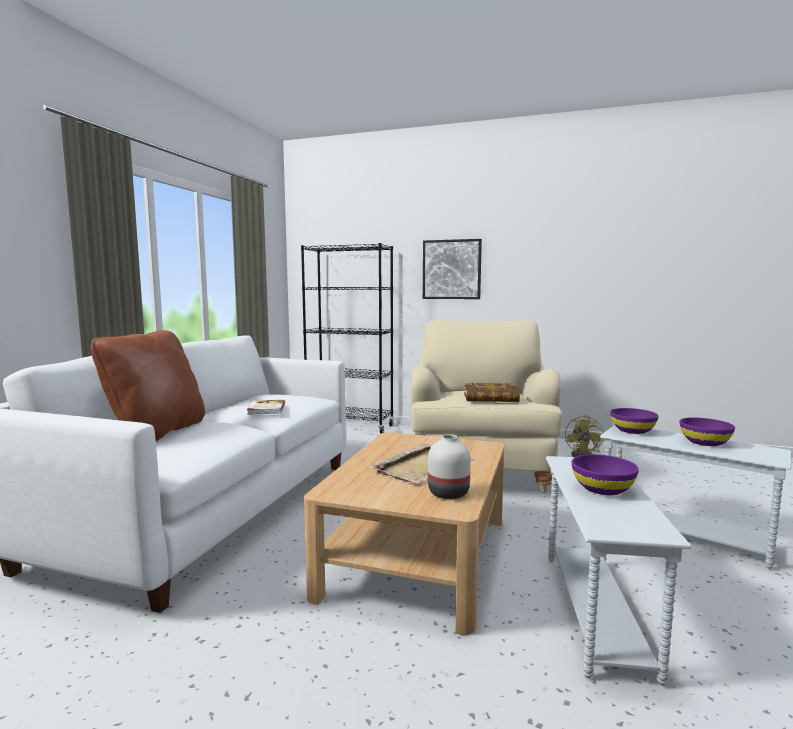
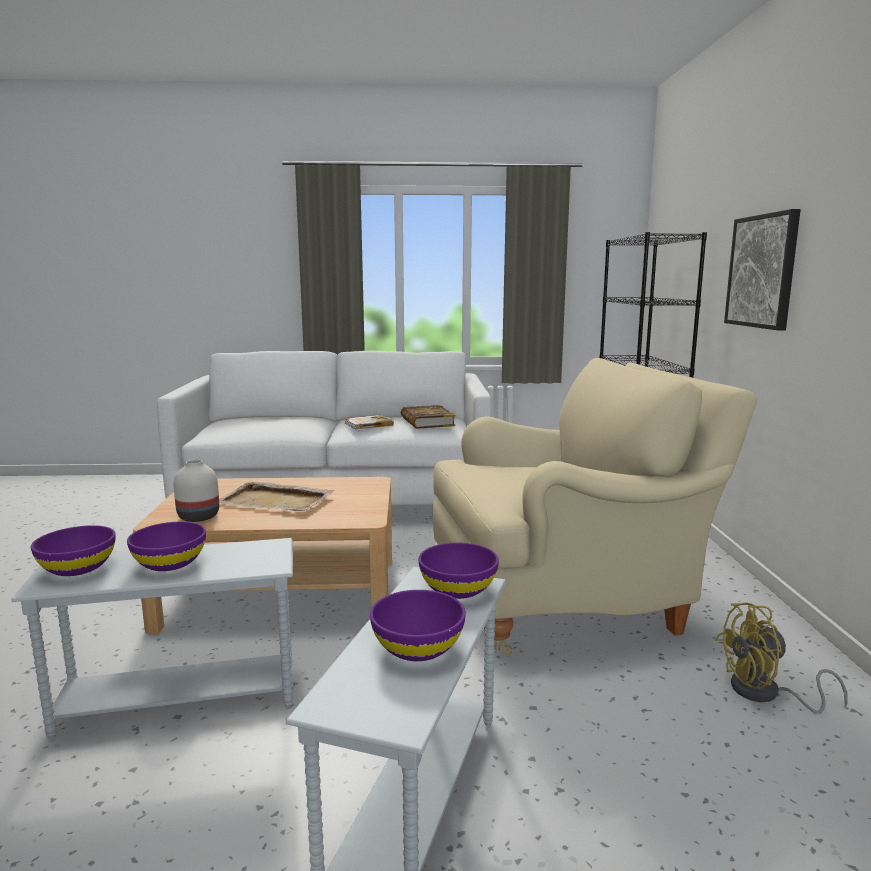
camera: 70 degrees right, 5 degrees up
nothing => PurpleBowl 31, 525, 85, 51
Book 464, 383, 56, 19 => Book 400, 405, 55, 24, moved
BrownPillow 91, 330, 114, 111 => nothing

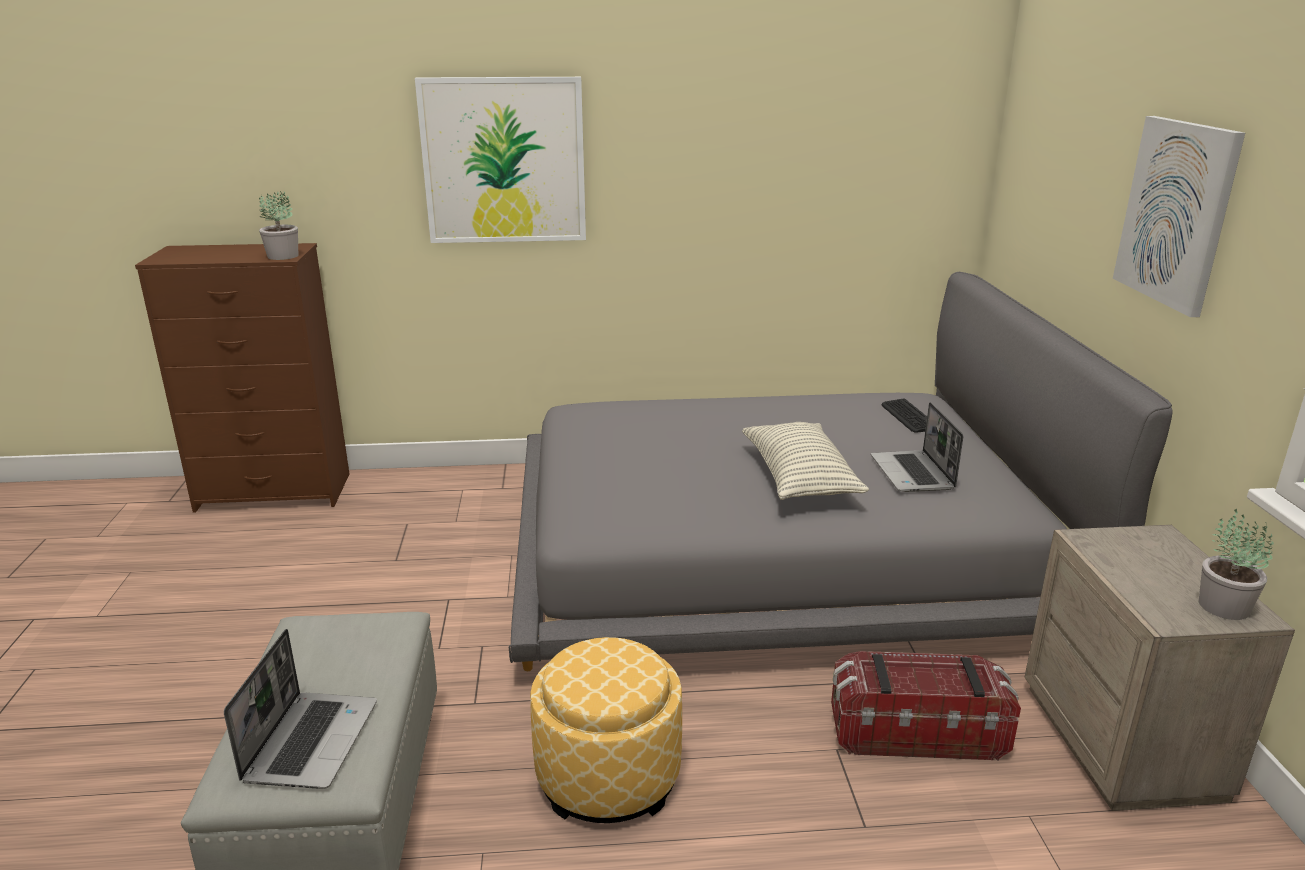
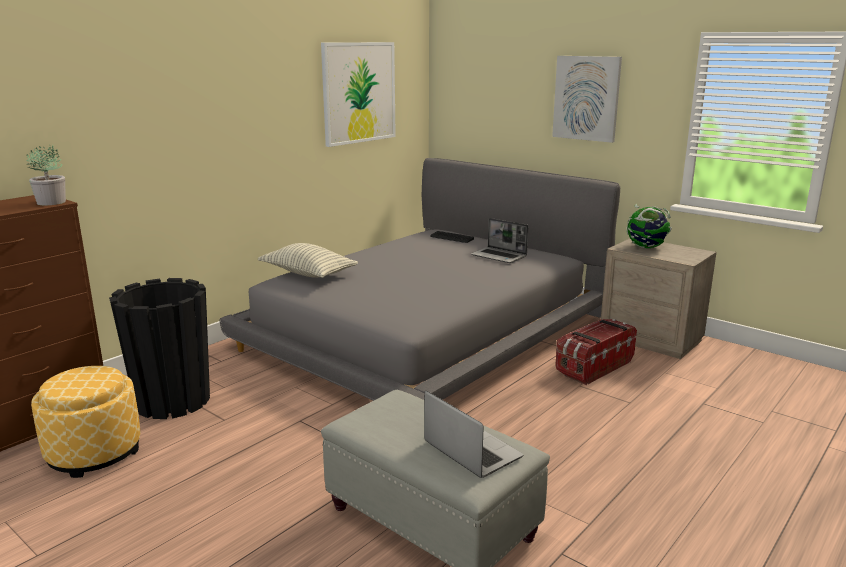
camera: 45 degrees left, 5 degrees down
Ottoman 530, 637, 152, 186 => Ottoman 31, 366, 110, 112, moved
nothing => BlackPlanter 109, 278, 101, 141
Pillow 742, 422, 127, 78 => Pillow 257, 243, 101, 35, moved
Picture 415, 77, 171, 166 => Picture 321, 42, 75, 105, moved
nothing => Globe 626, 204, 46, 44
PottedPlant 1199, 509, 75, 111 => nothing

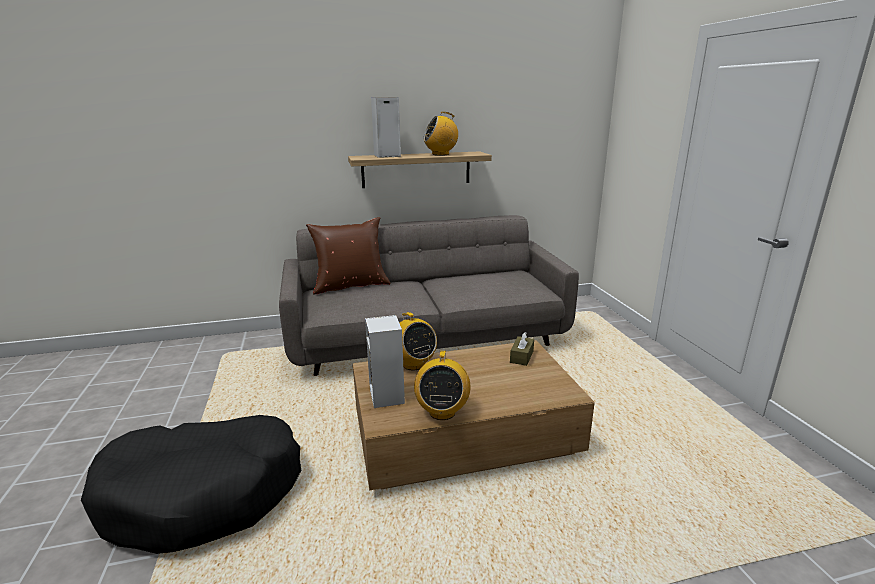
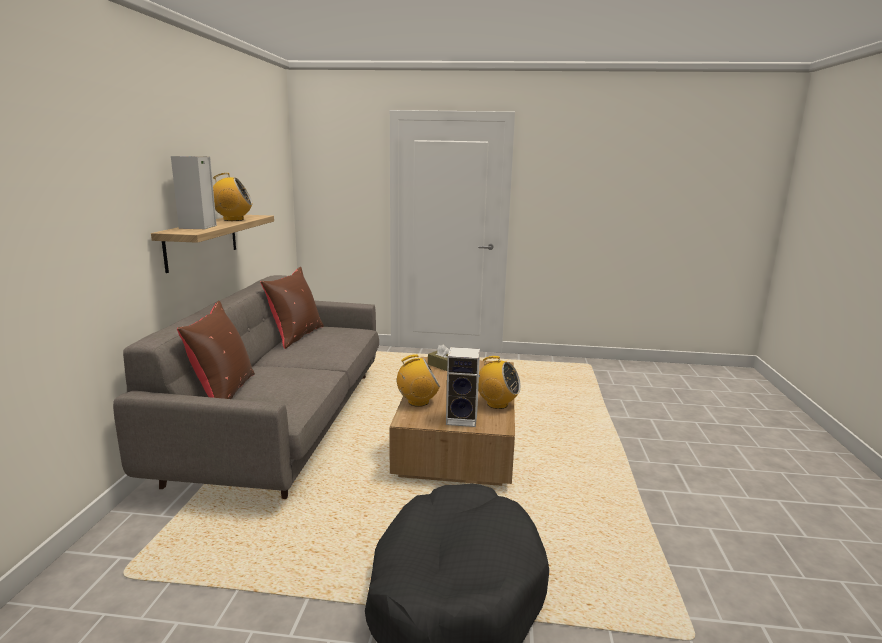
camera: 70 degrees left, 5 degrees down
Radio 423, 112, 35, 44 => Radio 213, 173, 40, 48, 105 degrees counterclockwise
nothing => BrownPillow 260, 267, 64, 82

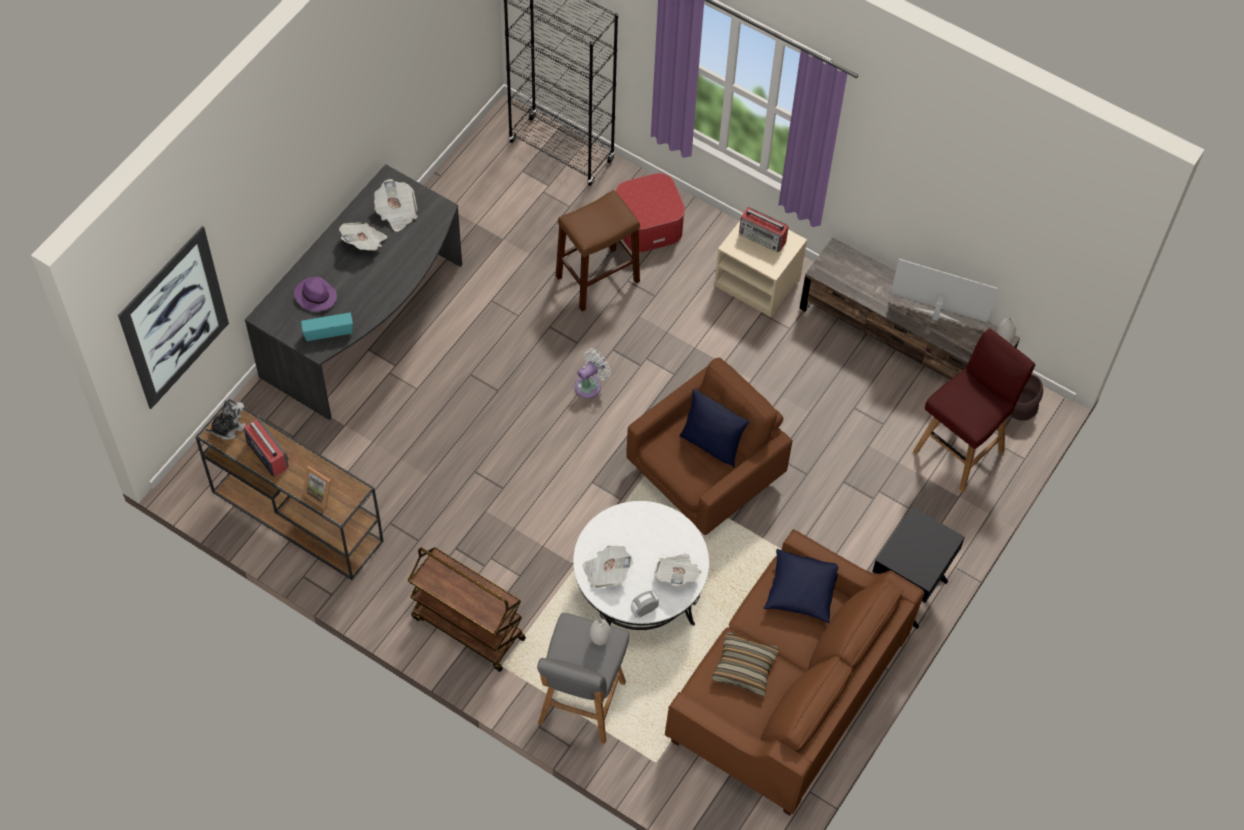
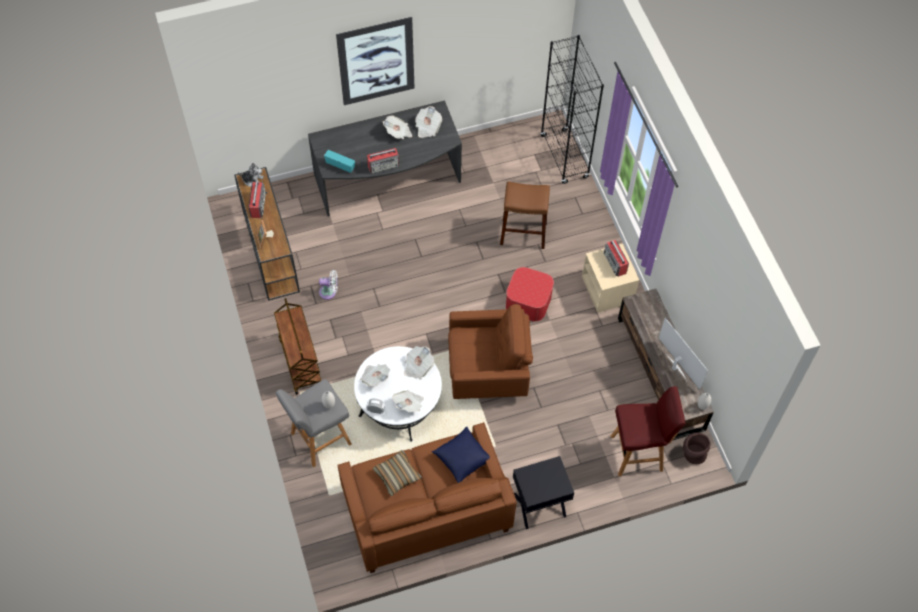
camera: 40 degrees right, 0 degrees up
WhiteFan 575, 348, 36, 50 => WhiteFan 319, 270, 19, 30, moved
Picture 118, 226, 111, 183 => Picture 336, 17, 79, 88, moved
nothing => Radio 367, 148, 32, 25
nothing => Newspaper 404, 346, 30, 34
Ottoman 615, 173, 70, 79 => Ottoman 506, 267, 48, 55, moved
PurpleHat 294, 277, 43, 34 => nothing
BluePillow 680, 389, 69, 79 => nothing

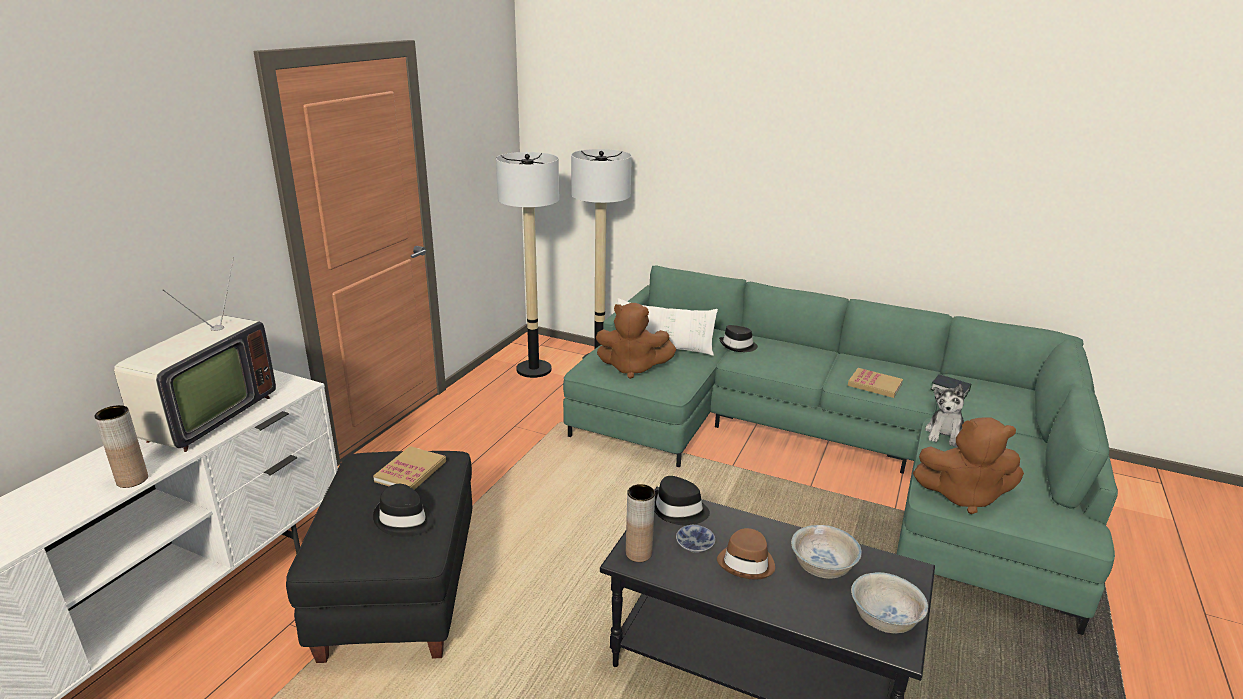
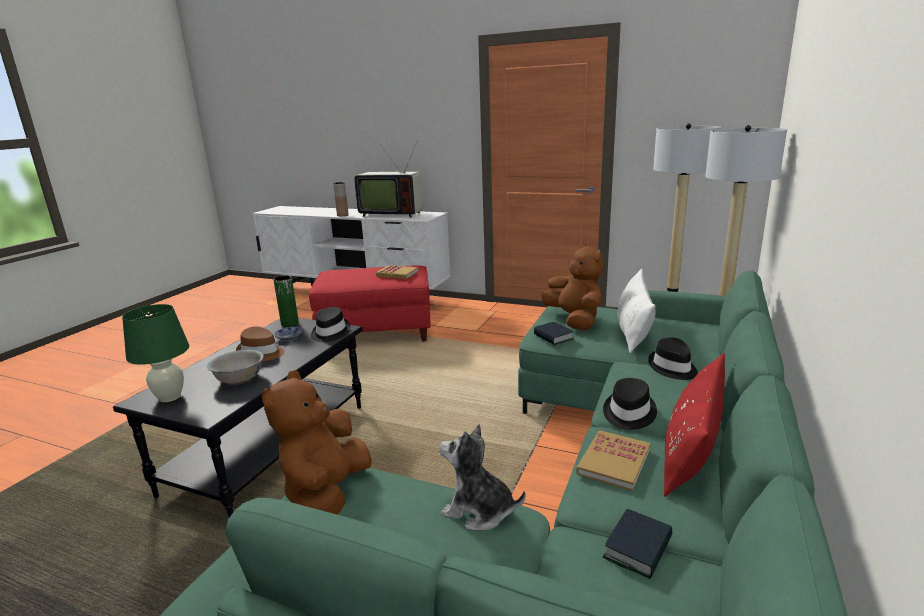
camera: 90 degrees right, 5 degrees down
WhiteBowl 851, 572, 77, 61 => GreenTableLamp 122, 304, 67, 98
BrownVase 626, 484, 29, 78 => GreenVase 273, 275, 26, 52
BlackOttoman 286, 451, 186, 212 => RedOttoman 309, 265, 122, 77
nothing => Book 534, 322, 40, 23
BrownPlushToy 596, 303, 80, 76 => BrownPlushToy 540, 243, 63, 87, 150 degrees clockwise
BlackHat 373, 484, 61, 53 => BlackHat 603, 378, 54, 52, moved
nothing => RedPillow 664, 353, 61, 144

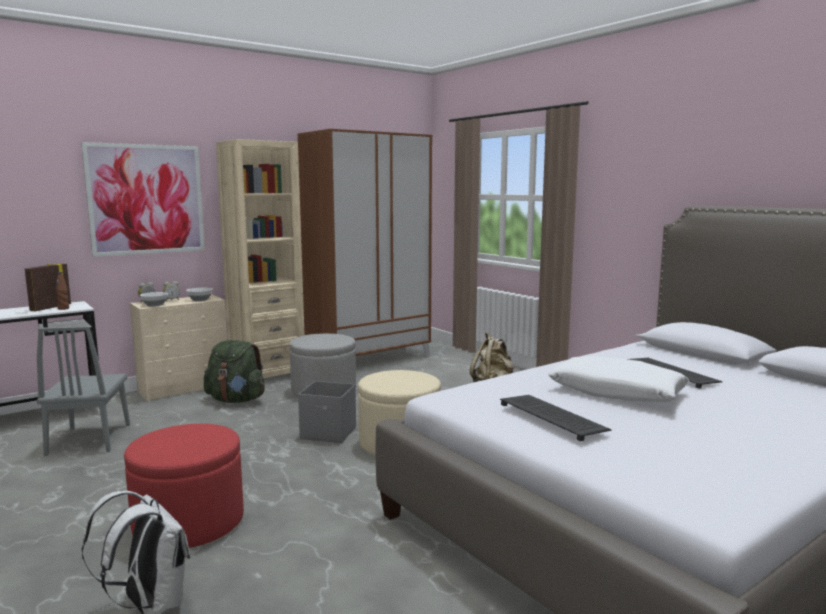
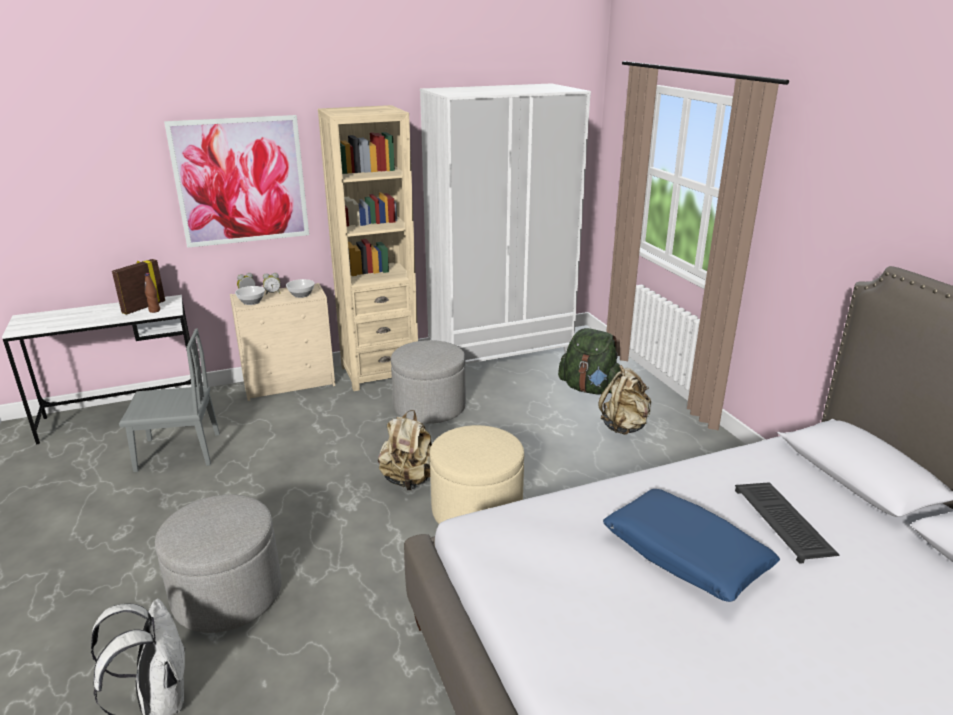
camera: 15 degrees right, 15 degrees up
GreyChair 37, 326, 93, 130 => GreyChair 119, 328, 101, 144, 105 degrees counterclockwise
RedOttoman 124, 424, 120, 124 => GreyOttoman 155, 494, 126, 139
GreyStorageBox 298, 381, 58, 62 => BeigeBackpack 378, 410, 54, 80
BrownWardrobe 297, 129, 135, 229 => WhiteWardrobe 420, 83, 171, 281
GreenBackpack 204, 340, 61, 63 => GreenBackpack 558, 328, 63, 67, moved
WhitePillow 548, 356, 141, 46 => BluePillow 603, 489, 177, 113
Keyboard 500, 395, 112, 46 => nothing

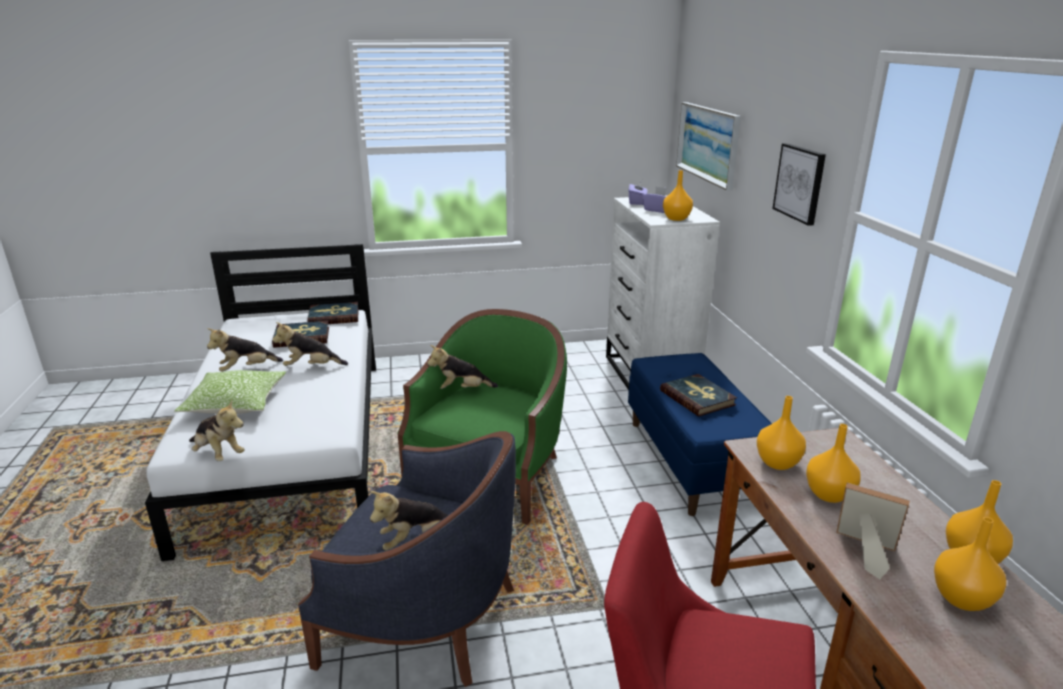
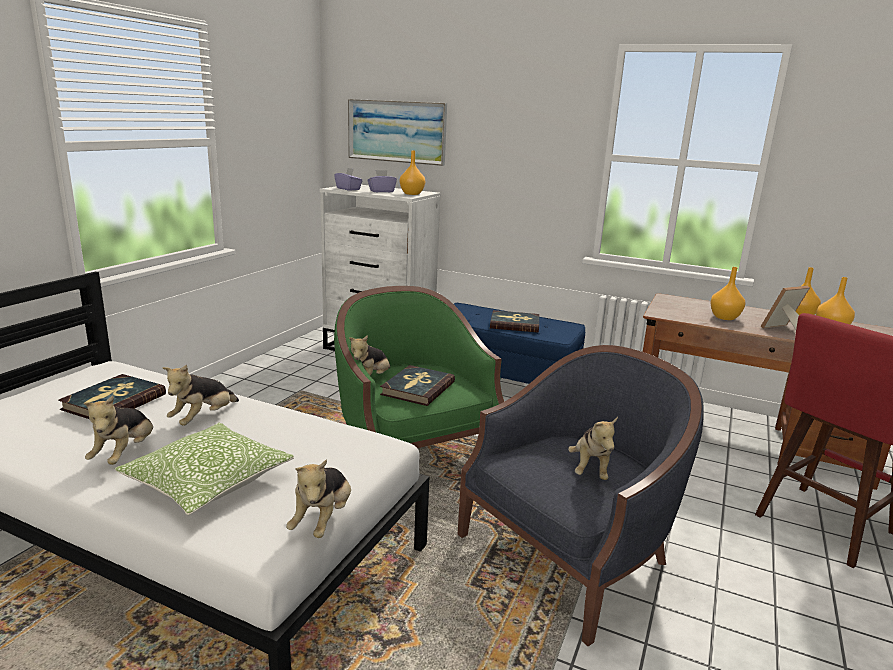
camera: 55 degrees left, 5 degrees down
PlushToy 189, 400, 56, 61 => PlushToy 286, 459, 65, 79, 120 degrees clockwise
Book 307, 302, 52, 22 => Book 380, 365, 75, 41, moved
OrangeVase 757, 396, 49, 74 => nothing
Picture 773, 143, 53, 83 => nothing

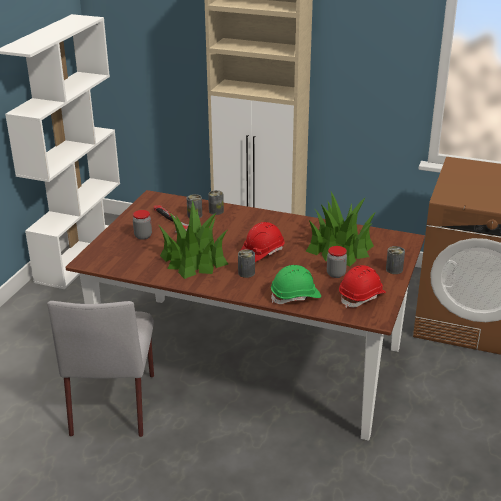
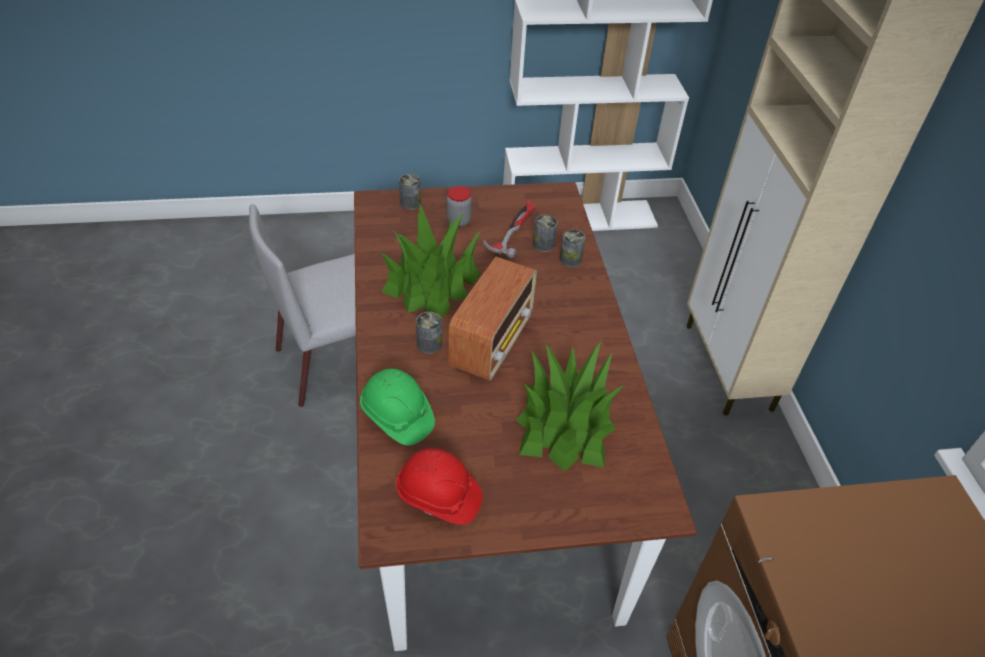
camera: 60 degrees right, 15 degrees up
Can 386, 246, 19, 28 => Can 399, 174, 22, 36, moved
RedHardHat 240, 222, 45, 40 => Radio 449, 257, 88, 123
Jar 327, 246, 20, 32 => nothing

